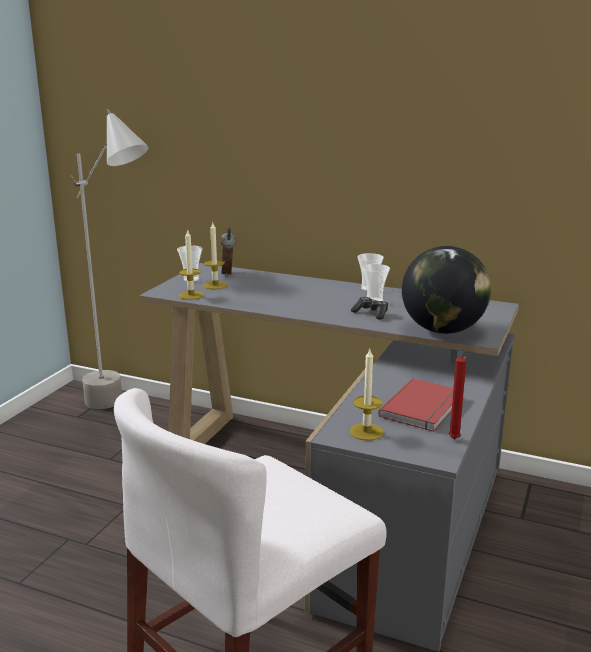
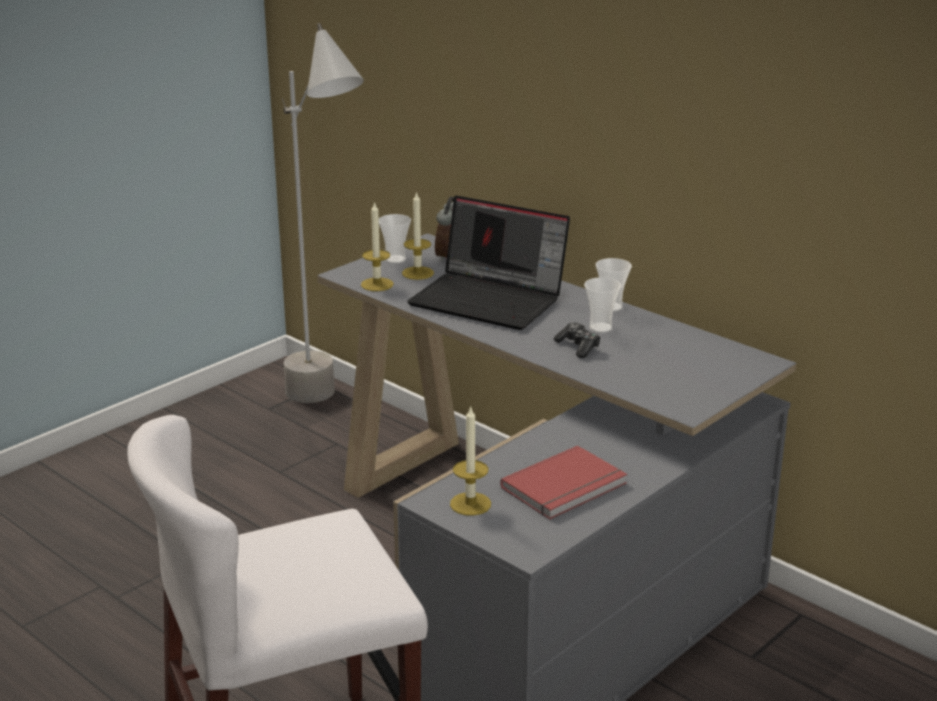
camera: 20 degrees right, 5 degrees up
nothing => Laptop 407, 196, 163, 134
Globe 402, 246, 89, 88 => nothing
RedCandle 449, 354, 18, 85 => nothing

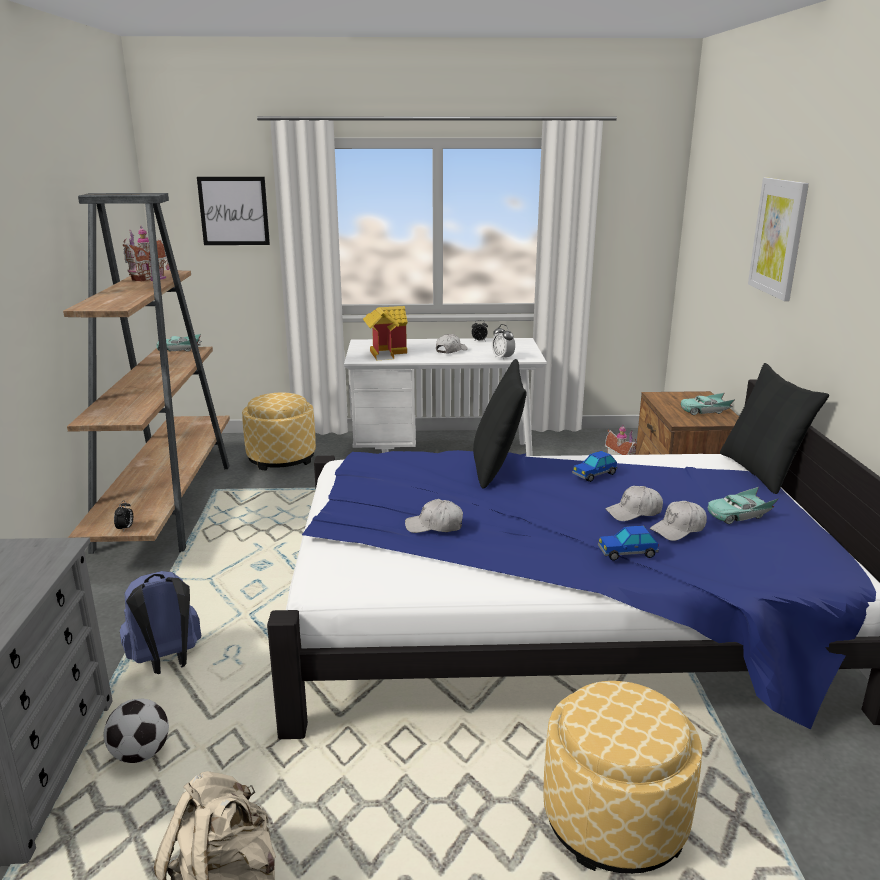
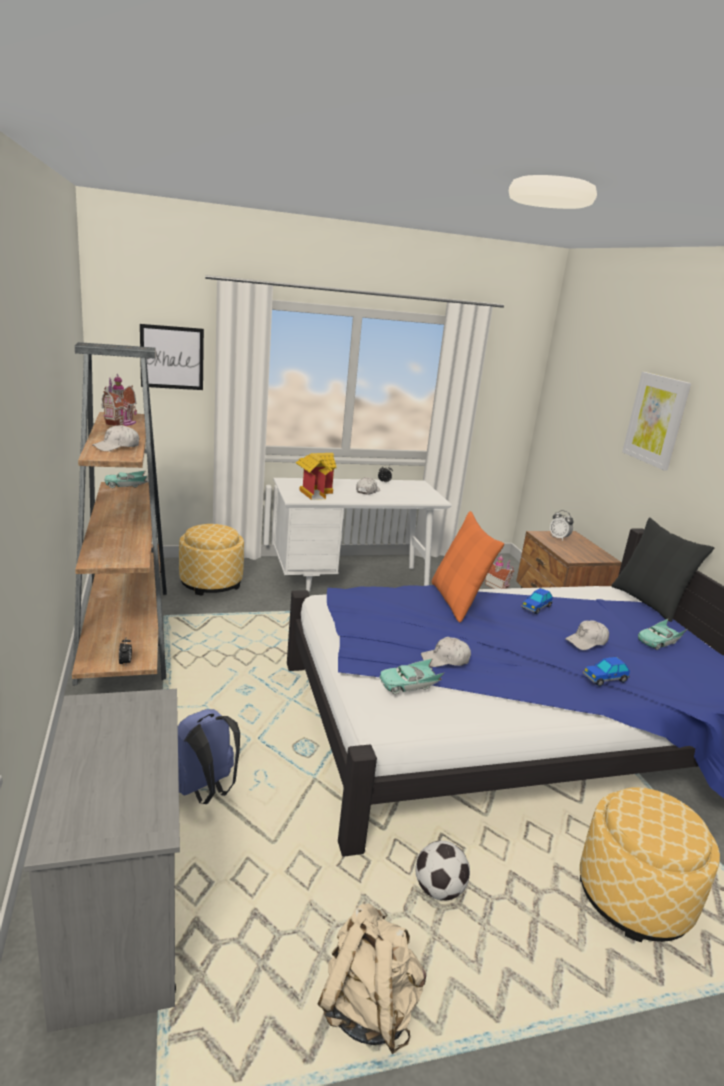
camera: 15 degrees left, 0 degrees up
WhiteCap 650, 501, 57, 40 => WhiteCap 92, 425, 47, 26, moved
TurquoiseToyCar 681, 393, 54, 22 => TurquoiseToyCar 380, 658, 65, 36, moved
Football 104, 699, 65, 64 => Football 415, 841, 55, 59, moved
BlackPillow 473, 359, 54, 130 => OrangePillow 431, 511, 73, 111
AlarmClock 492, 324, 23, 36 => AlarmClock 550, 510, 24, 31, moved

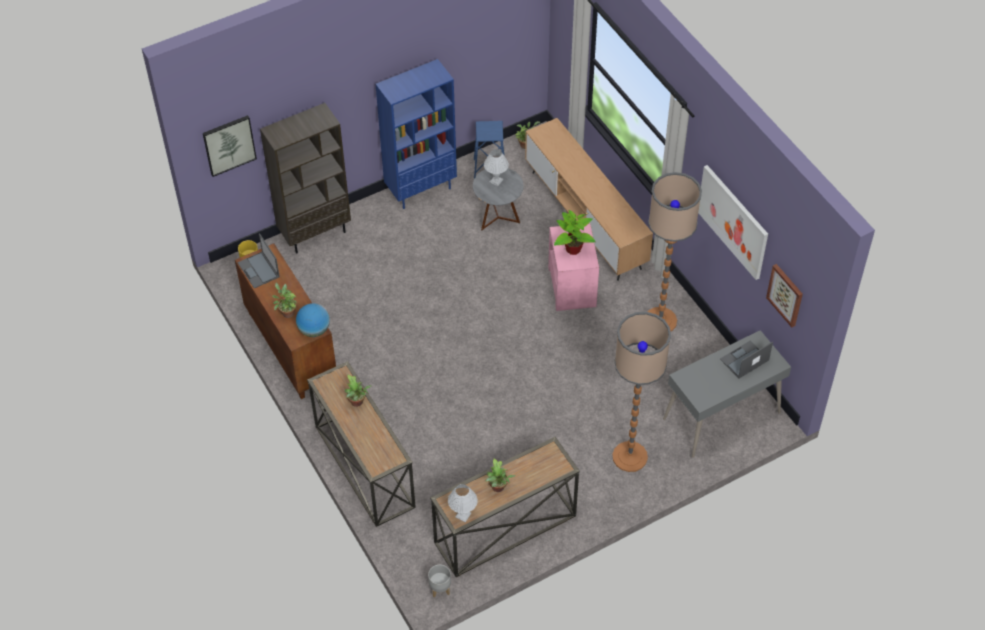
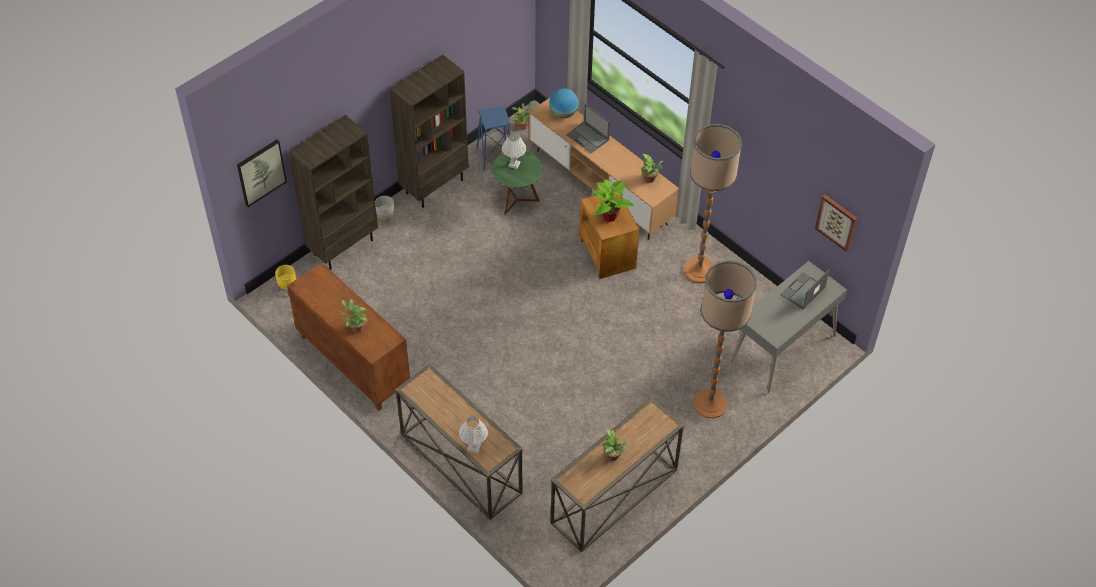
camera: 15 degrees left, 0 degrees up
GreyPlanter 428, 565, 23, 32 => GreyPlanter 375, 196, 20, 30, moved
BlueBookcase 376, 59, 81, 150 => BrownBookcase 389, 54, 80, 154
WhiteTableLamp 448, 484, 30, 38 => WhiteTableLamp 459, 417, 29, 37, moved
GreySideTable 473, 168, 51, 62 => GreenSideTable 492, 151, 50, 64
Globe 296, 303, 34, 34 => Globe 549, 89, 30, 29, moved
Laptop 238, 233, 42, 55 => Laptop 566, 104, 44, 49, moved
PinkSideTable 548, 223, 51, 88 => BrownSideTable 579, 194, 60, 85
PottedPlant 345, 374, 26, 33 => PottedPlant 641, 154, 22, 29, moved
Picture 698, 165, 70, 115 => nothing

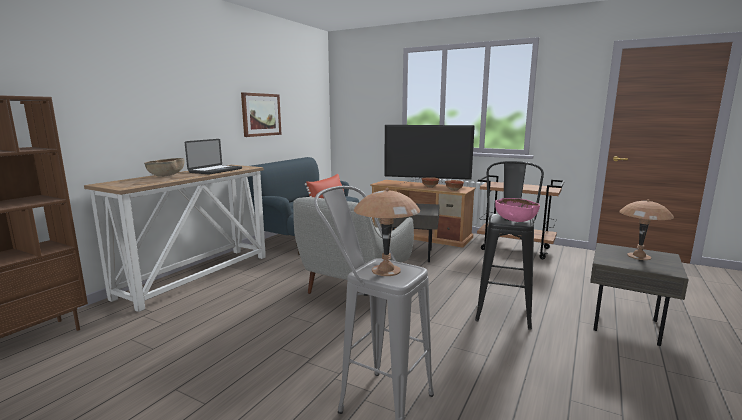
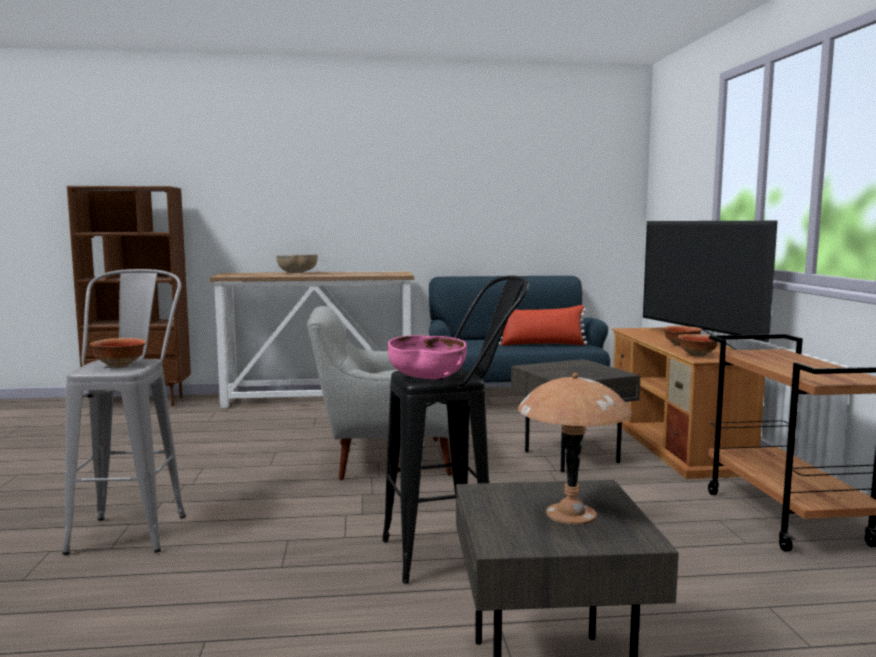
camera: 55 degrees right, 5 degrees down
BrownTableLamp 354, 188, 66, 88 => Bowl 90, 338, 56, 29
Laptop 185, 139, 57, 35 => nothing
Picture 241, 92, 40, 45 => nothing

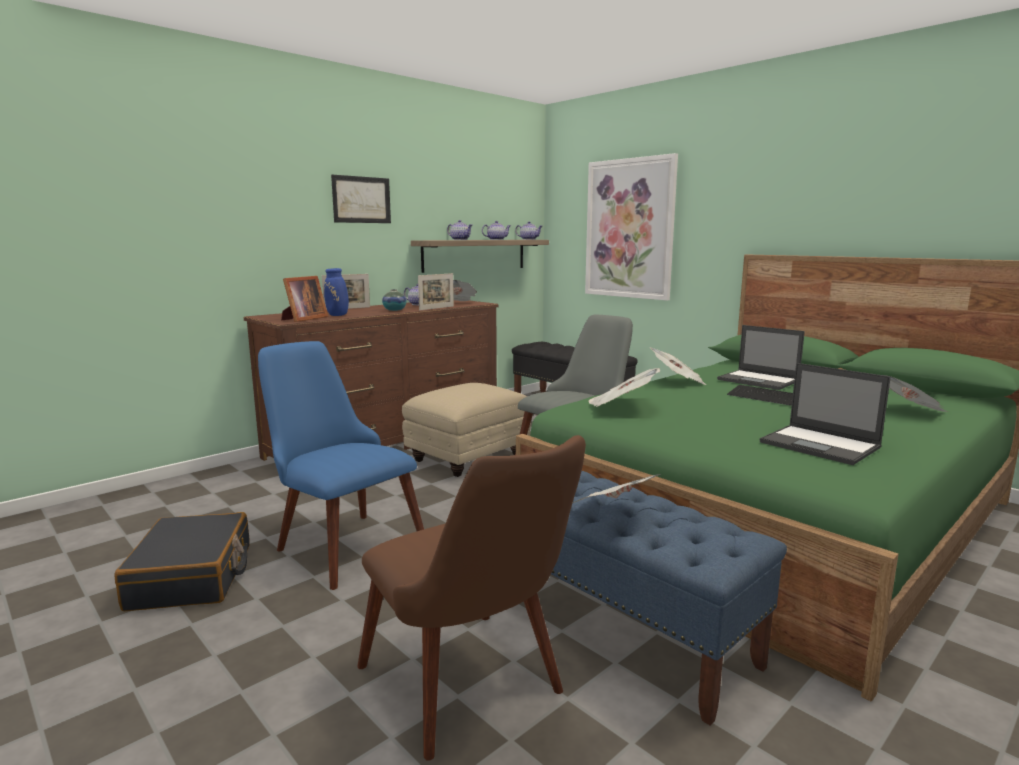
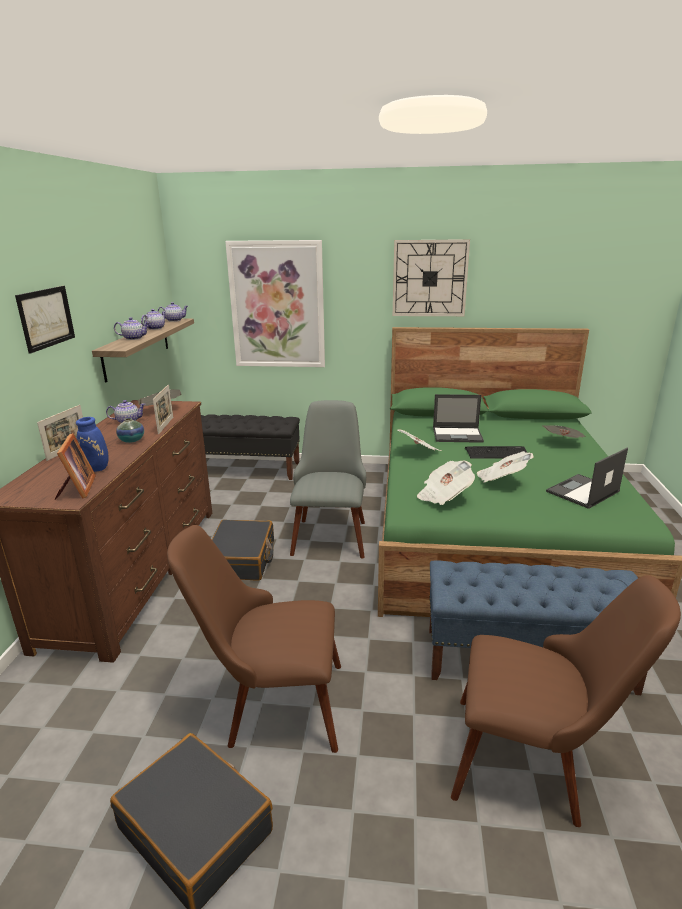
camera: 40 degrees left, 10 degrees up
BlueChair 258, 341, 166, 249 => BrownChair 167, 525, 174, 228
BeigeOttoman 402, 383, 129, 94 => BlackSuitcase 212, 520, 62, 61
nothing => WallClock 393, 239, 77, 77
Newspaper 573, 474, 88, 29 => Newspaper 477, 451, 57, 32, moved
Laptop 760, 363, 131, 102 => Laptop 546, 448, 82, 61, 135 degrees clockwise

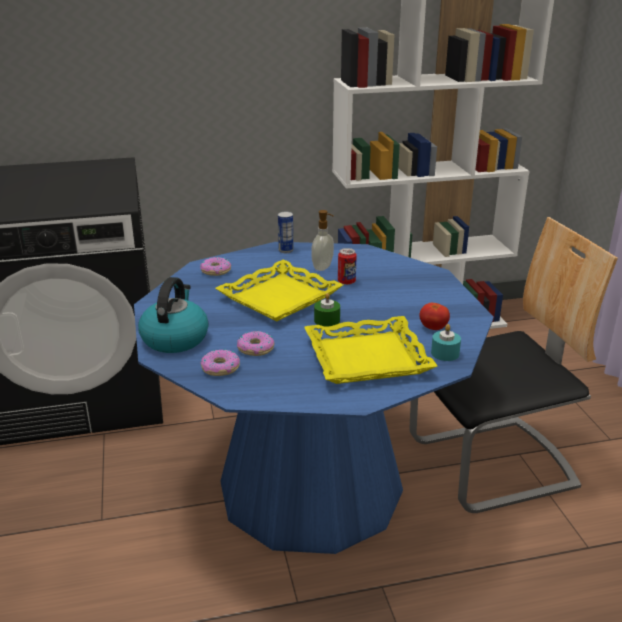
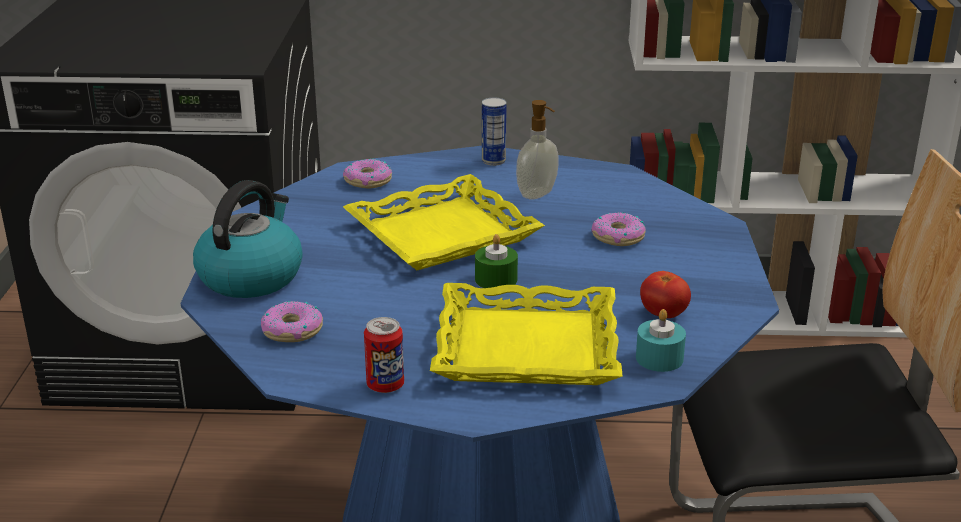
camera: 15 degrees right, 0 degrees up
Can 338, 248, 19, 37 => Can 364, 317, 40, 76, moved
Donut 237, 331, 37, 25 => Donut 592, 212, 54, 34, moved

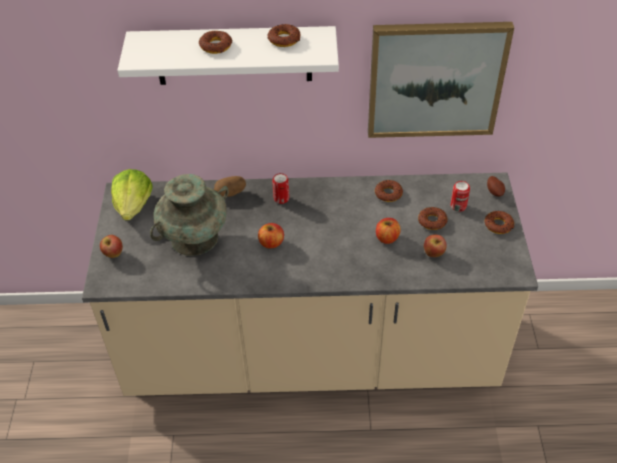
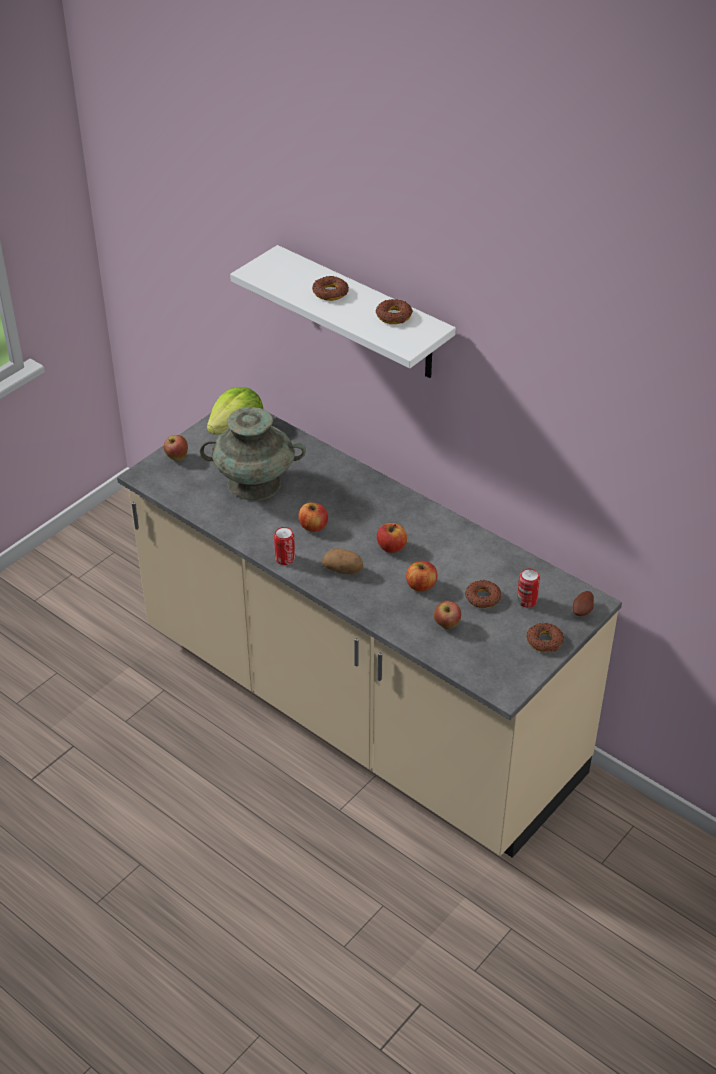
camera: 40 degrees right, 5 degrees down
Can 272, 173, 17, 31 => Can 274, 527, 21, 38, moved
Potato 214, 176, 32, 21 => Potato 322, 548, 41, 26, moved
nothing => Apple 377, 523, 30, 30
Picture 368, 22, 146, 116 => nothing
Donut 375, 180, 28, 22 => nothing

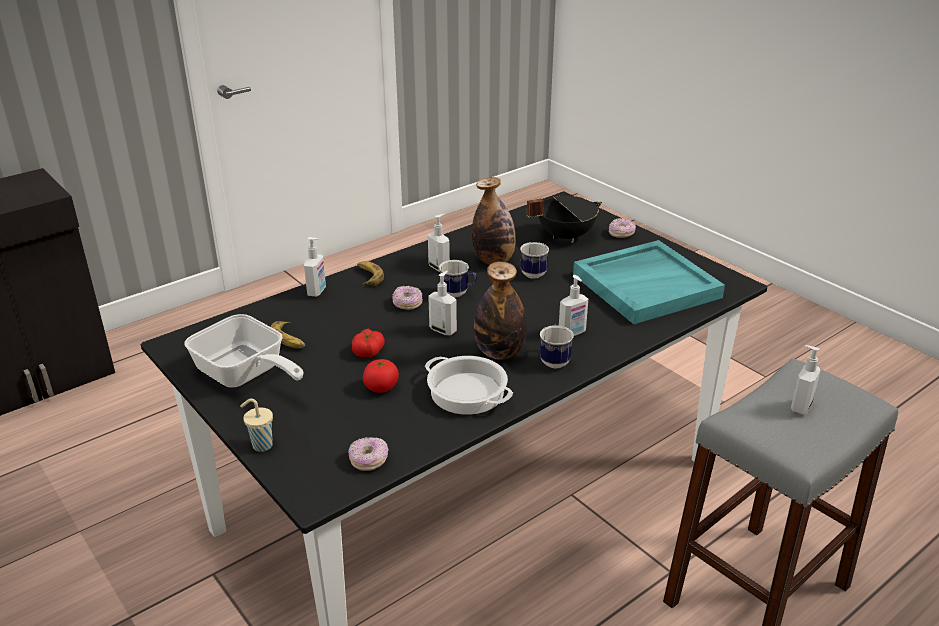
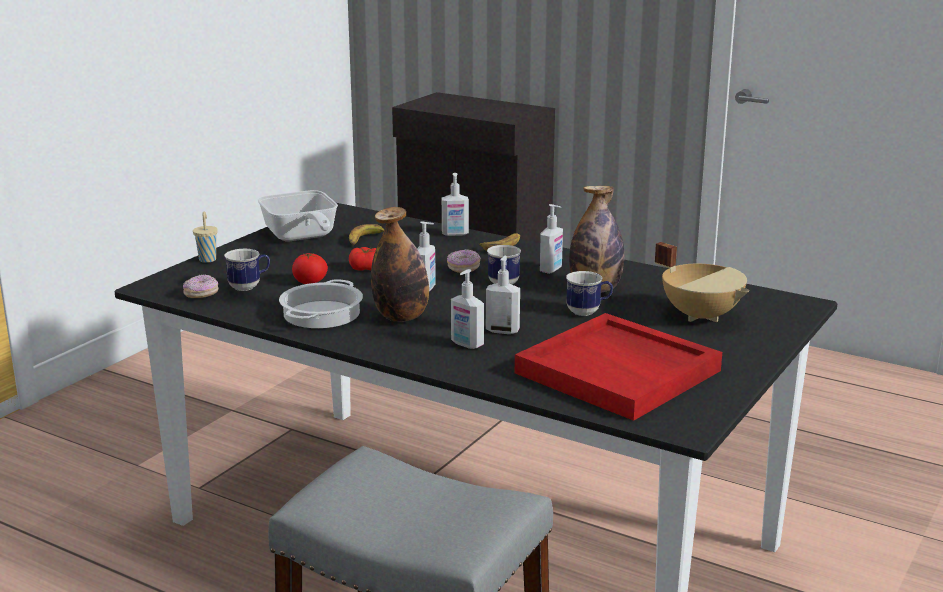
camera: 70 degrees right, 10 degrees down
Mug 540, 325, 34, 43 => Mug 224, 249, 46, 42, moved
FryingPan 184, 314, 120, 73 => FryingPan 258, 190, 80, 51, 45 degrees counterclockwise
SoapDispenser 791, 345, 30, 70 => SoapDispenser 486, 256, 34, 78, moved
TurquoiseTray 573, 240, 152, 84 => RedTray 515, 313, 207, 108
BlackCookingPot 527, 196, 75, 46 => BeigeCookingPot 655, 242, 94, 80
Donut 609, 218, 27, 20 => nothing

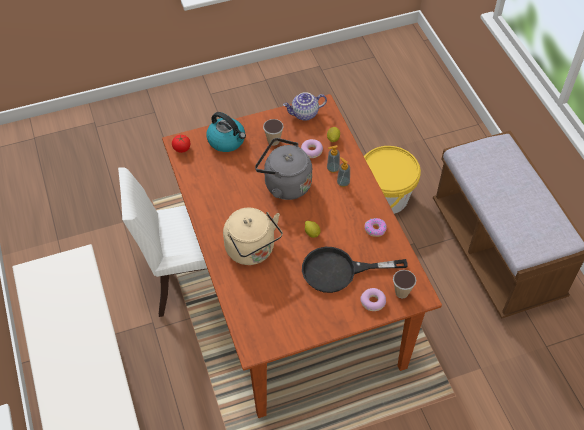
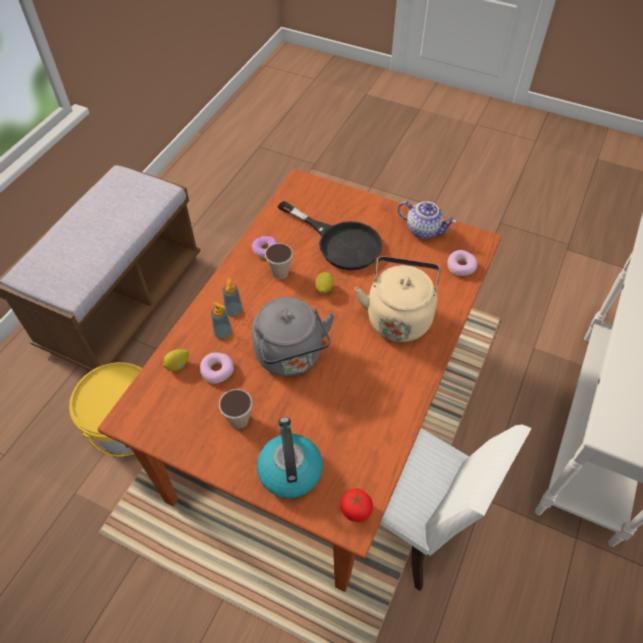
camera: 135 degrees left, 0 degrees up
Cup 393, 270, 23, 28 => Cup 265, 243, 28, 36, moved
Teapot 283, 92, 44, 29 => Teapot 397, 201, 59, 38, moved
Donut 360, 288, 26, 23 => Donut 447, 250, 30, 26, moved

